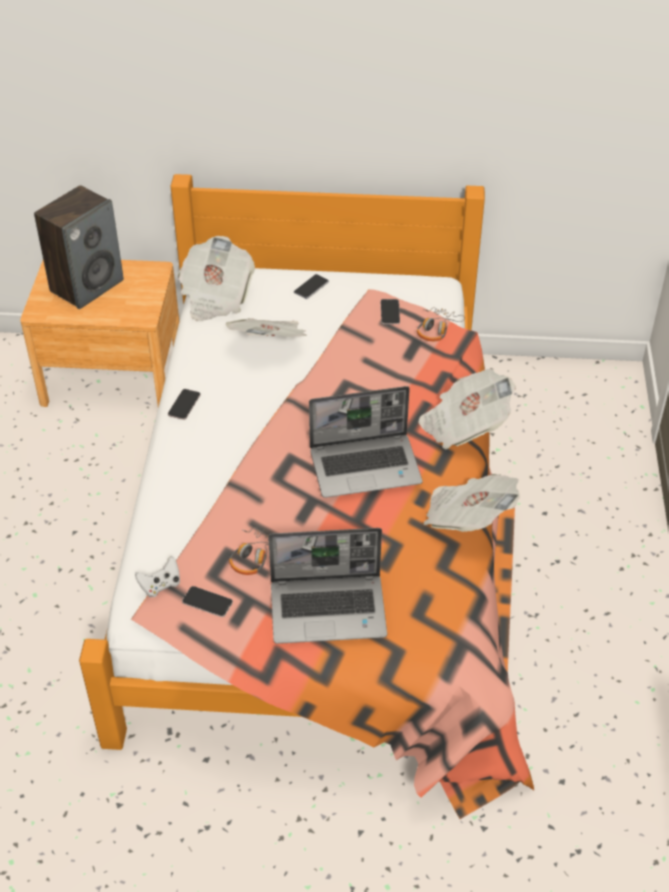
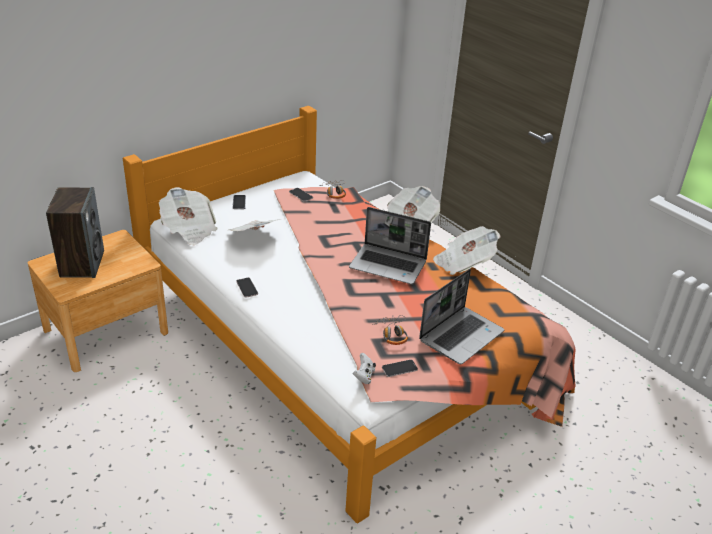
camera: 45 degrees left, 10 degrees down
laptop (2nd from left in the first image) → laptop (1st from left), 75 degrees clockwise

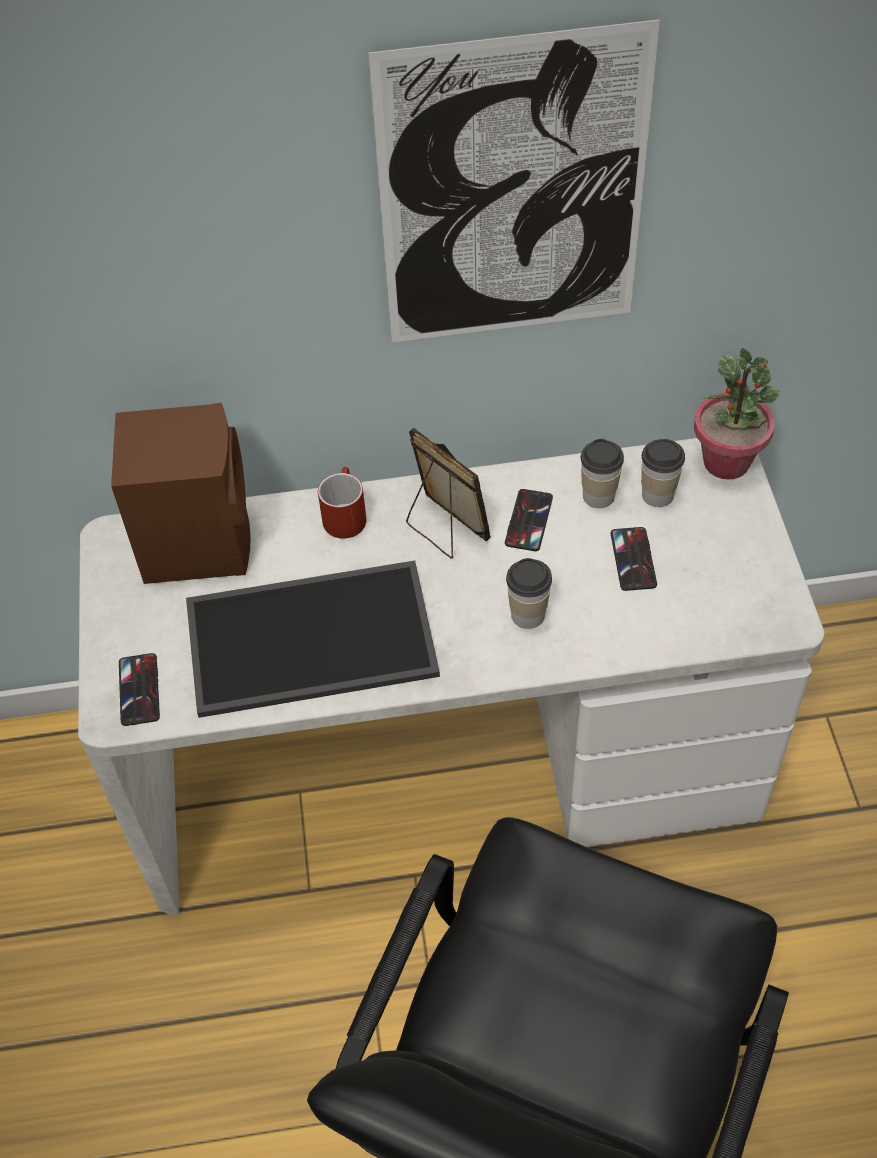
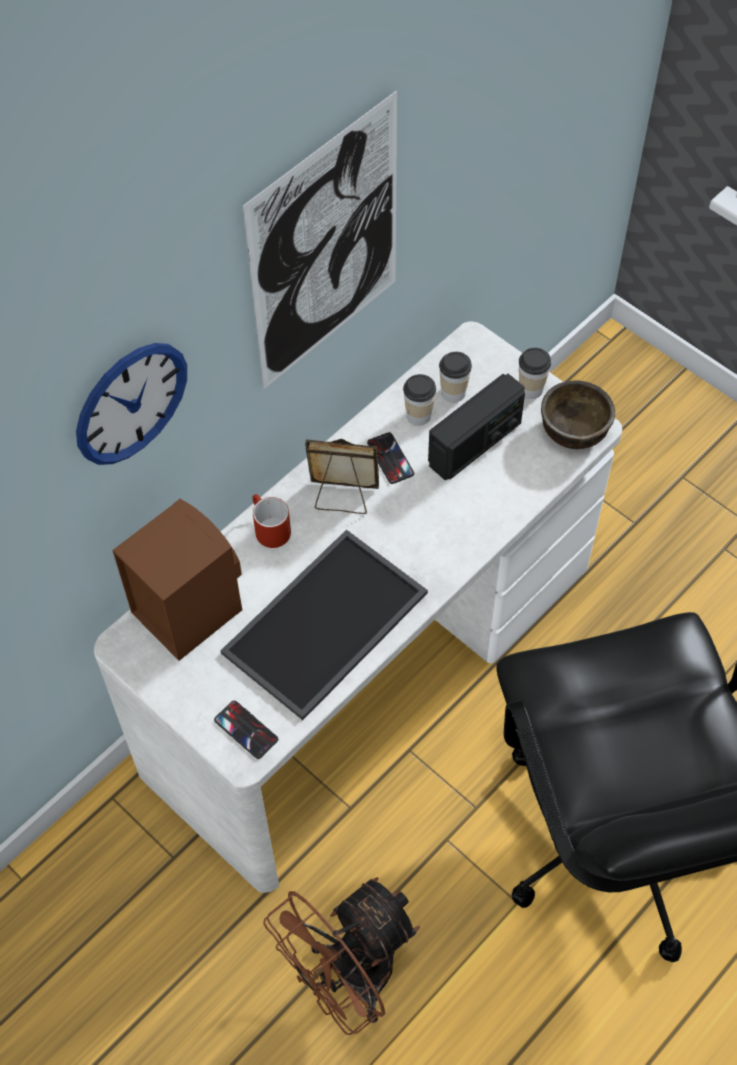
camera: 40 degrees left, 5 degrees up
- → wall clock
- → brown fan
phone (3rd from left) → radio
cup (1st from left in the first image) → cup (3rd from left), move
- → brown bowl
potted plant → -

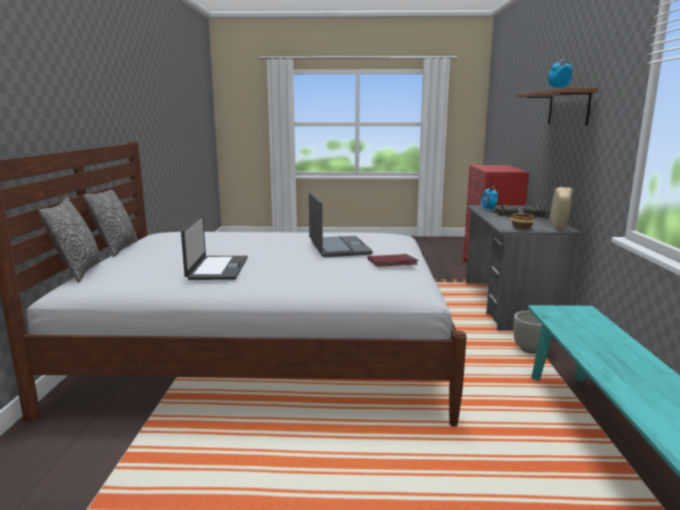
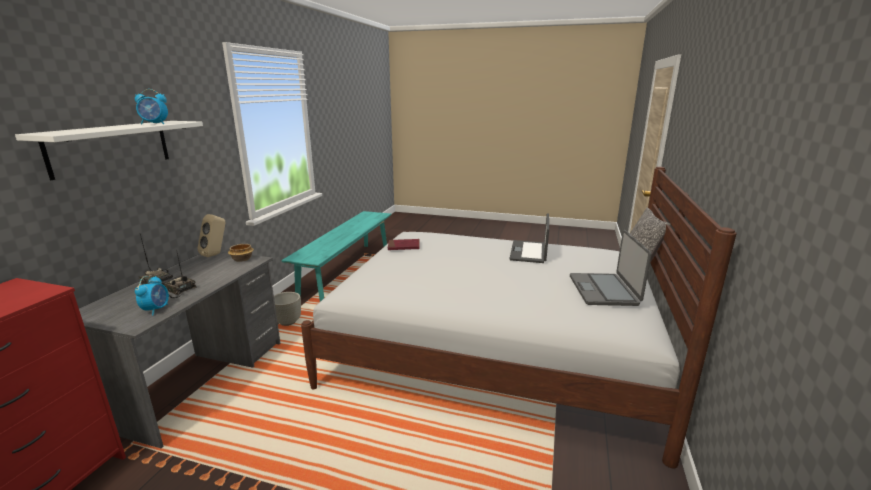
camera: 165 degrees left, 5 degrees up
brown shelf → white shelf
laptop (2nd from left), move
pillow (2nd from left) → -

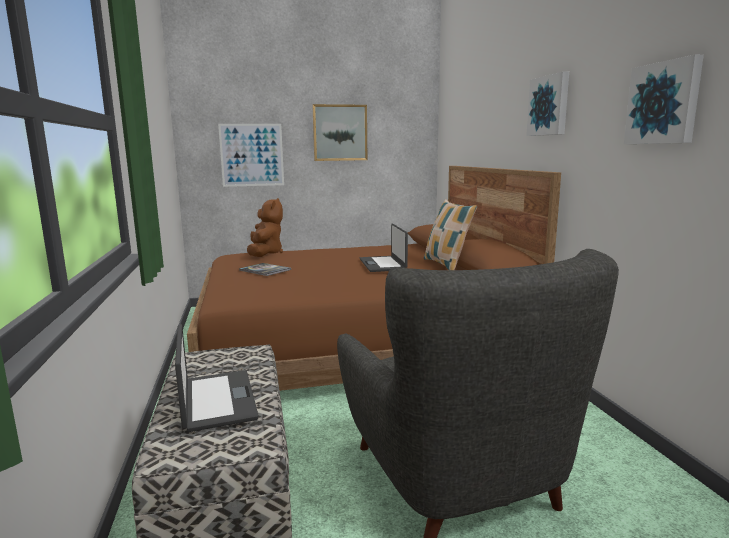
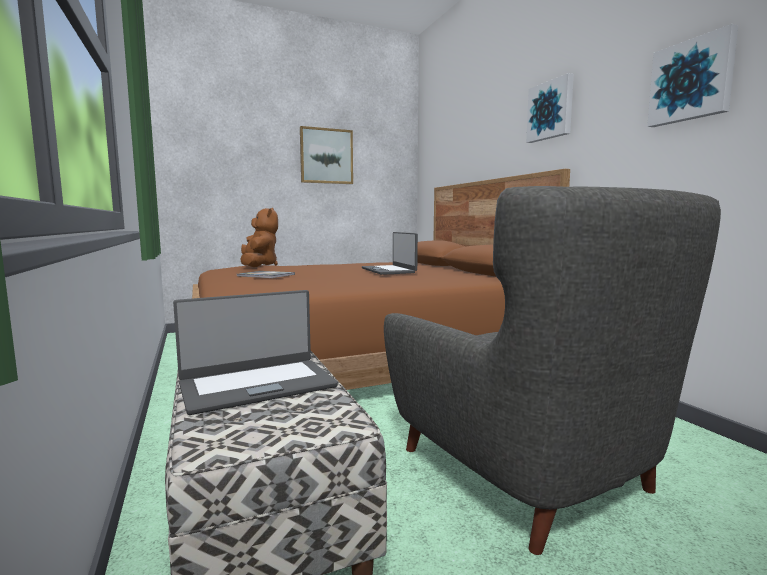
camera: 10 degrees left, 5 degrees down
laptop (1st from left), 90 degrees clockwise
picture (1st from left) → -
pillow → -

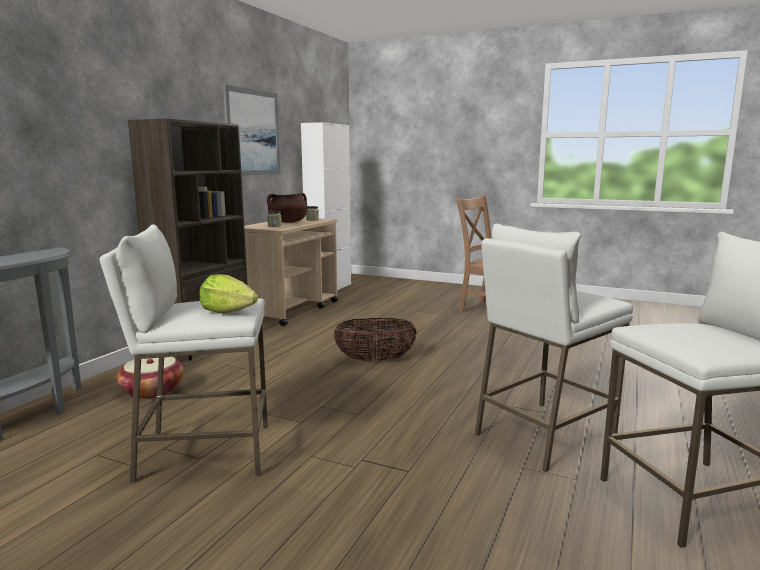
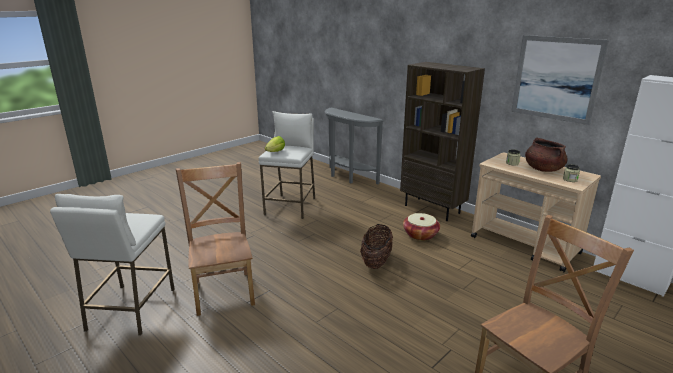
camera: 110 degrees right, 10 degrees up
white stool (2nd from left) → brown chair (1st from left)
basket (1st from left in the first image) → basket (2nd from left), move

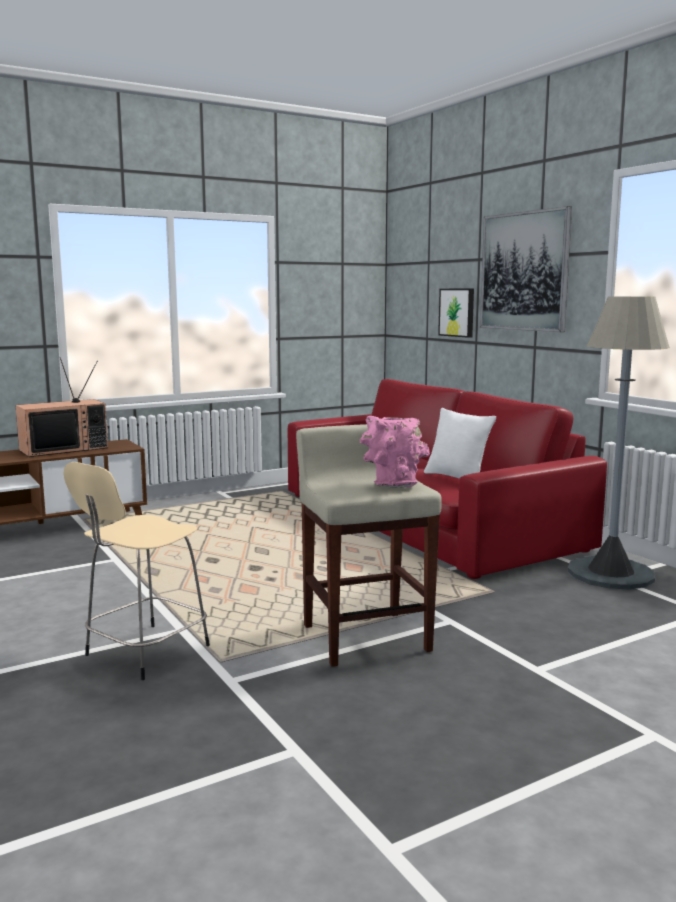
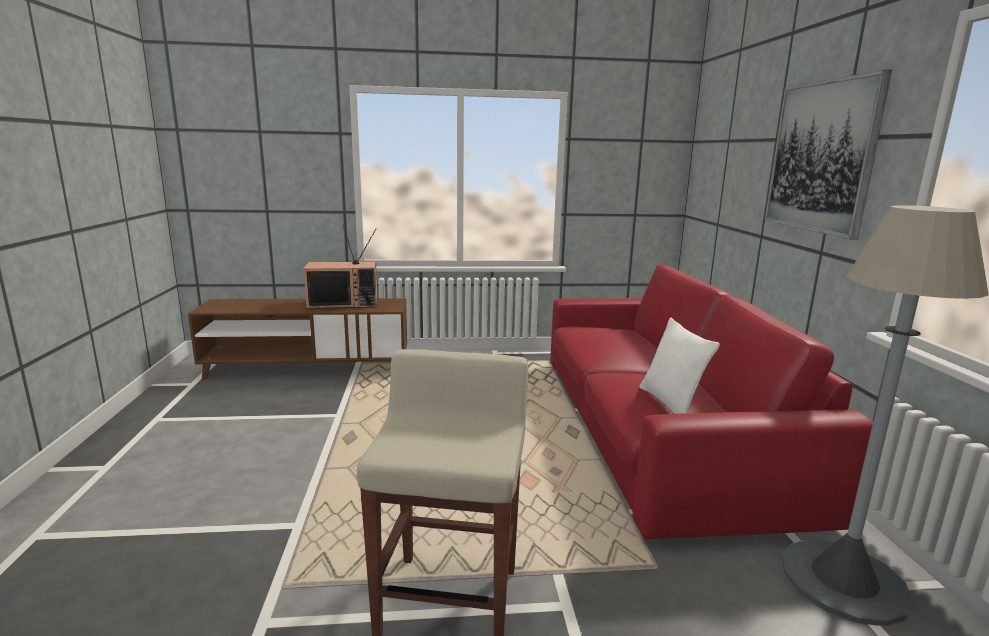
camera: 25 degrees right, 5 degrees up
beige stool (1st from left) → -
pink vase → -
picture (1st from left) → -

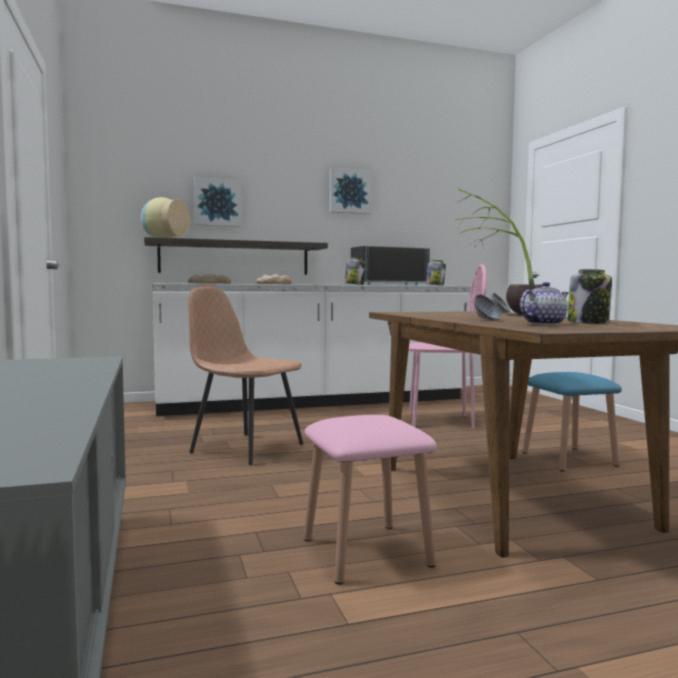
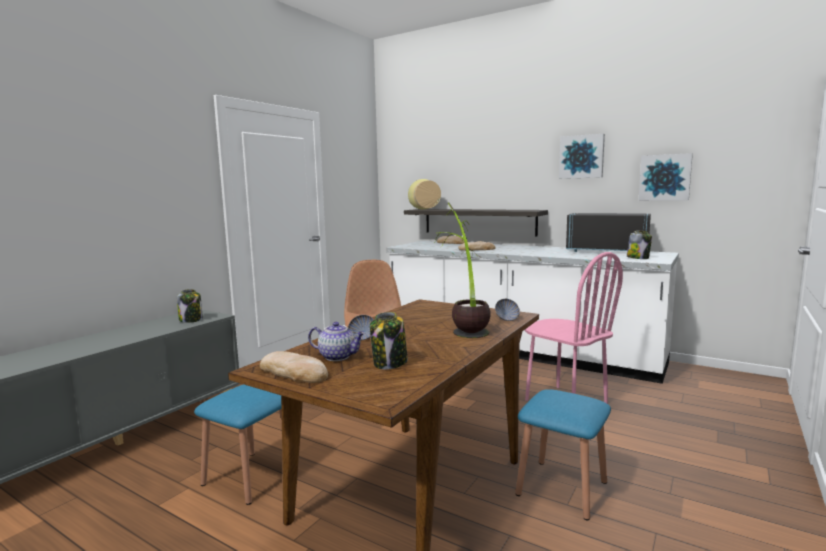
camera: 50 degrees right, 5 degrees up
jar (1st from left), move
pink stool → blue stool (1st from left)
- → bread (1st from left)
picture (1st from left in the first image) → picture (2nd from left), move

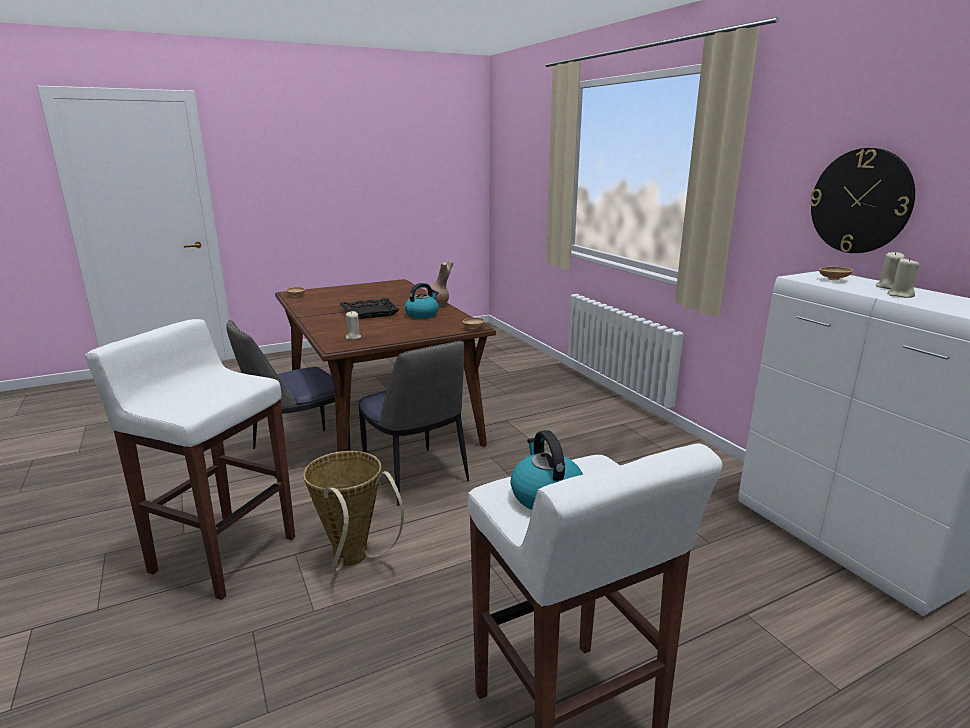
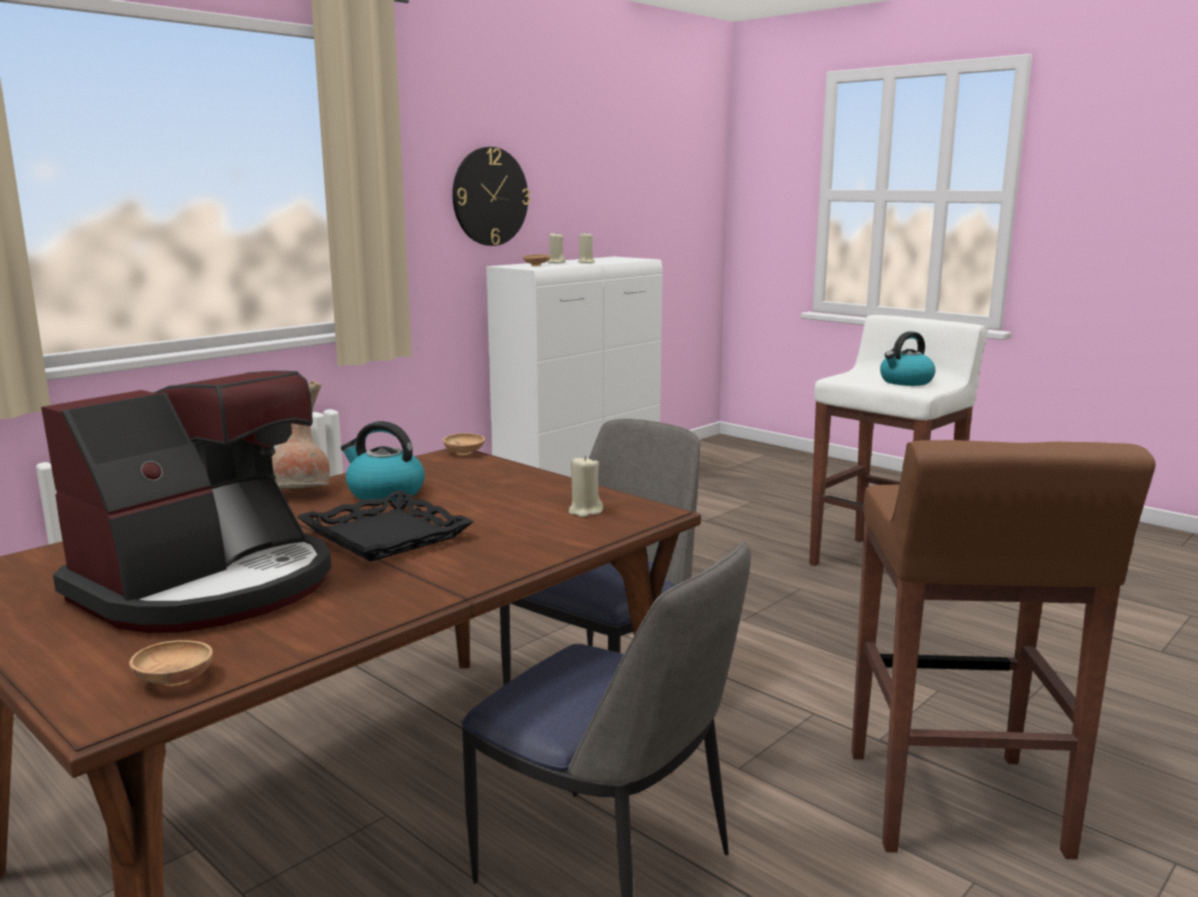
camera: 110 degrees left, 5 degrees down
- → coffee machine
white stool (1st from left) → brown stool
basket → -

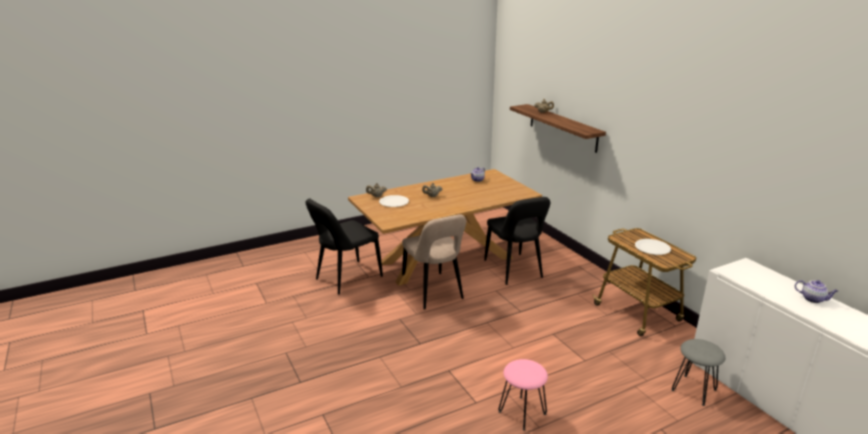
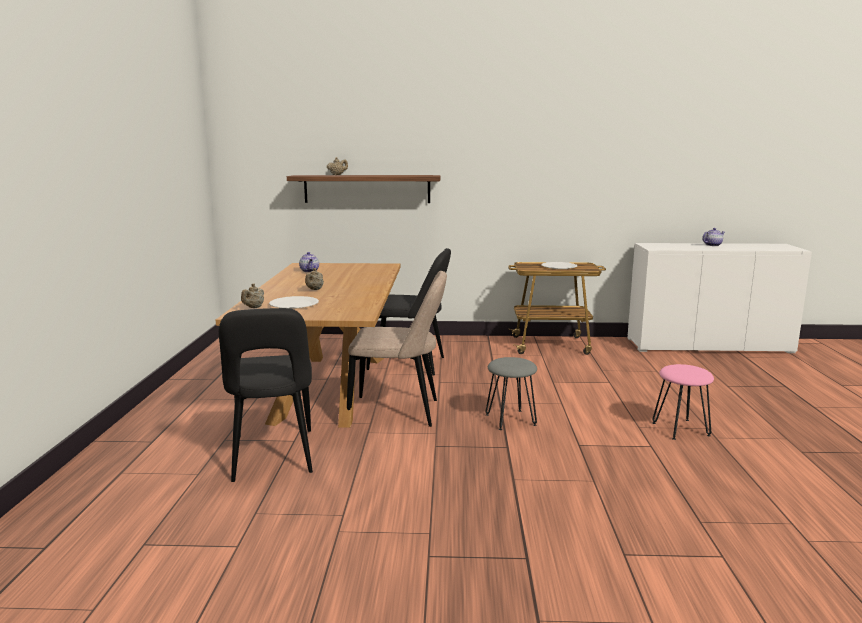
camera: 60 degrees left, 10 degrees down
grey stool, move

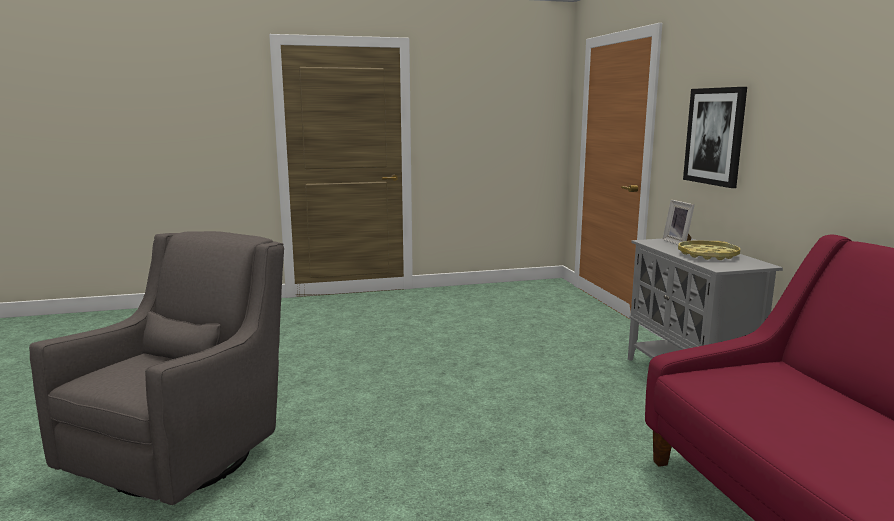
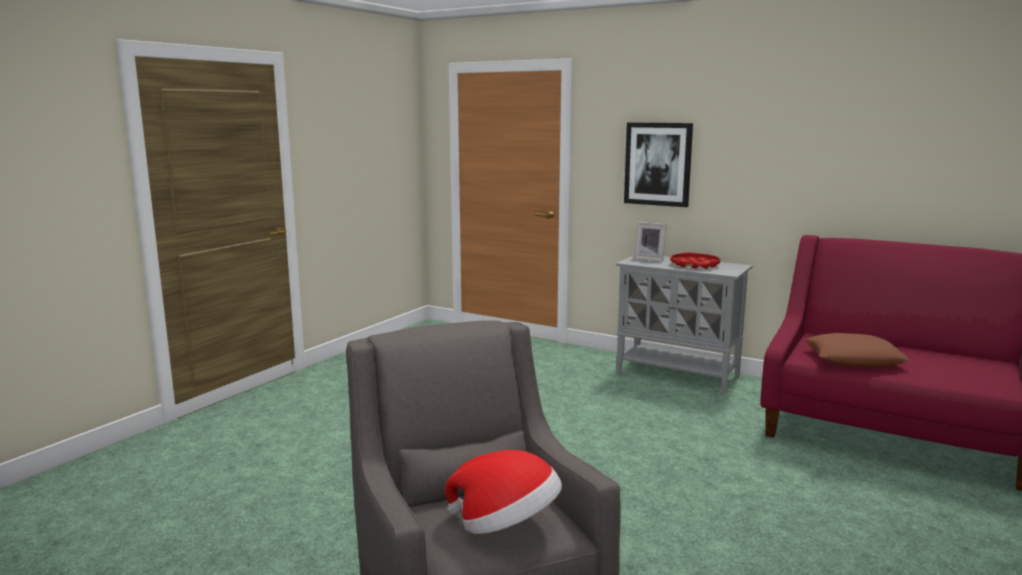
camera: 45 degrees left, 0 degrees up
- → hat
yellow tray → red tray
- → brown pillow

